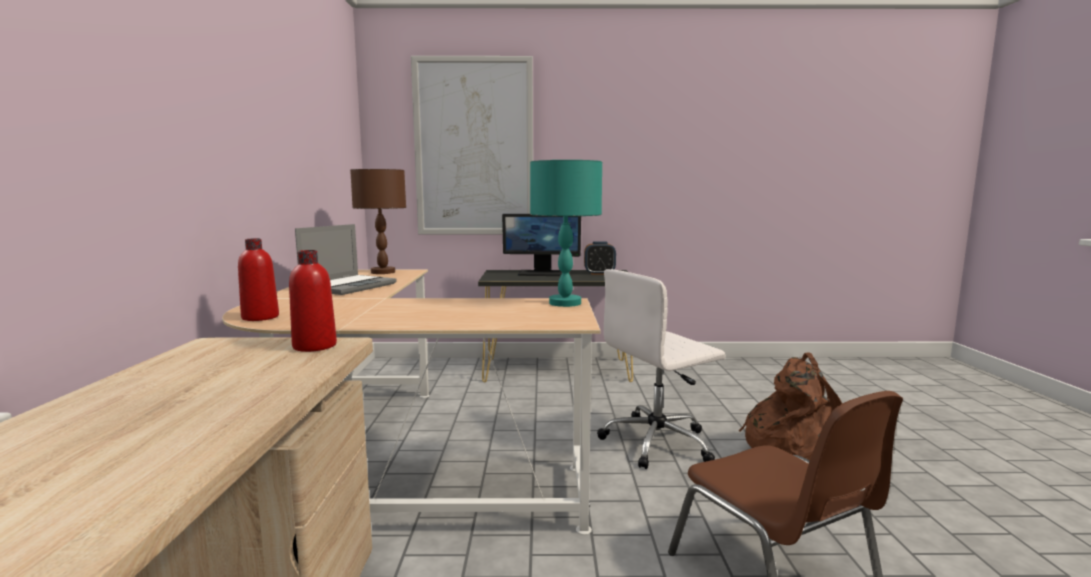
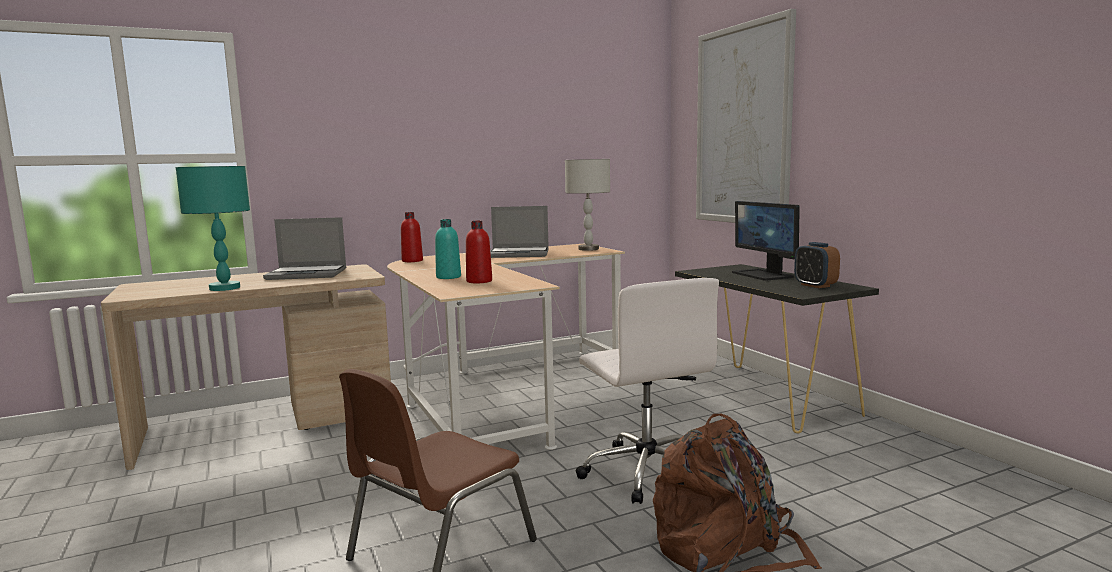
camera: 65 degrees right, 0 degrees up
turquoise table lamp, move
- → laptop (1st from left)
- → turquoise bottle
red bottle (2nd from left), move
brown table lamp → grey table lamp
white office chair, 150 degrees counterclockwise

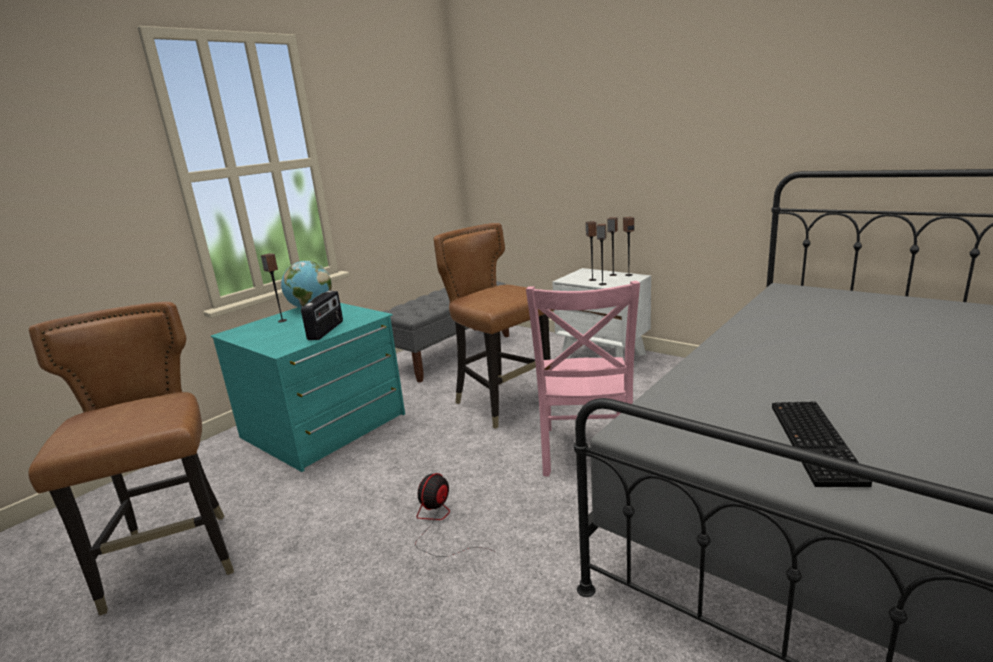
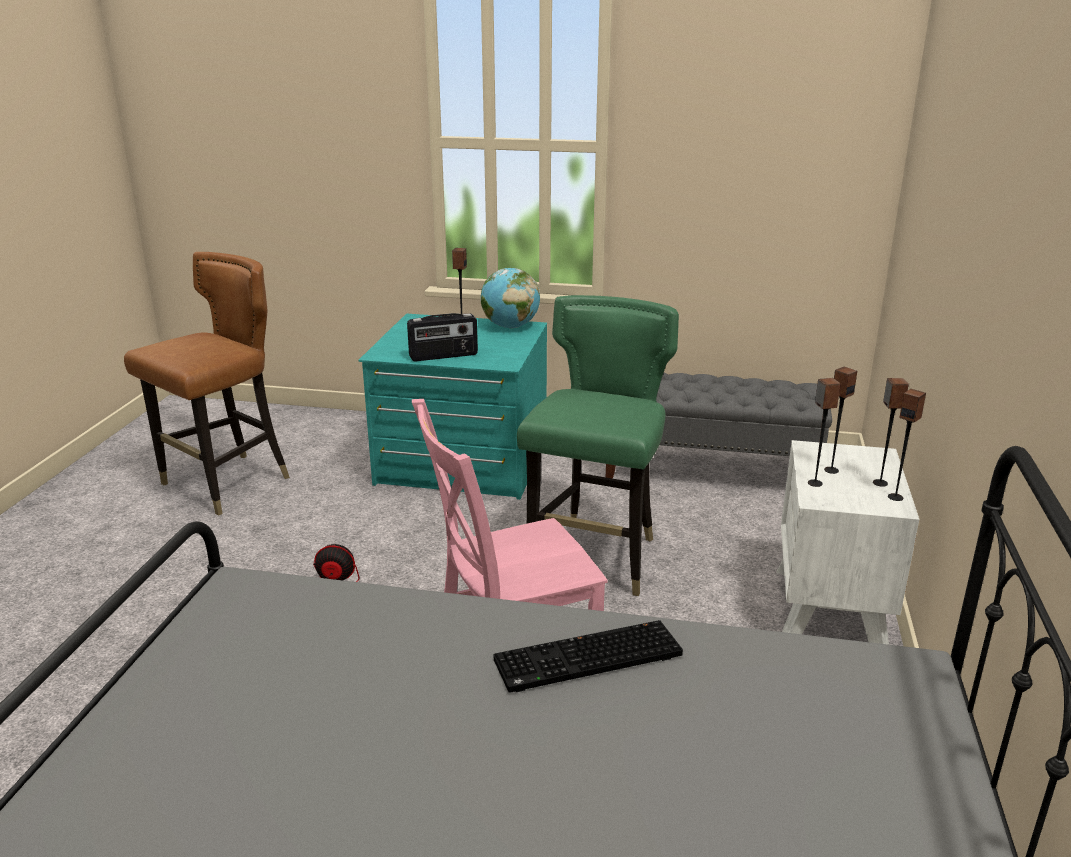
camera: 60 degrees right, 5 degrees up
keyboard, move
brown chair (2nd from left) → green chair

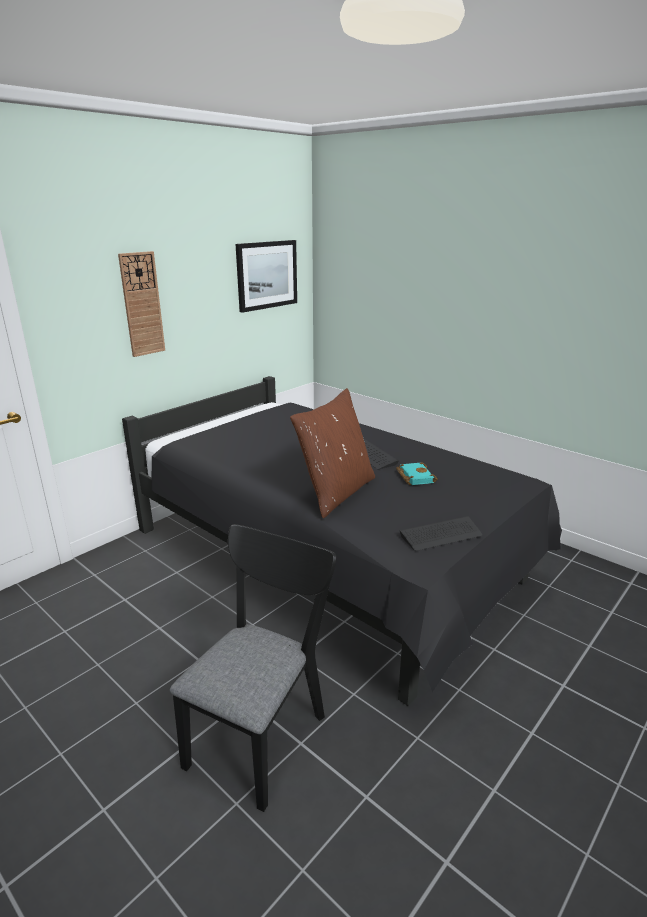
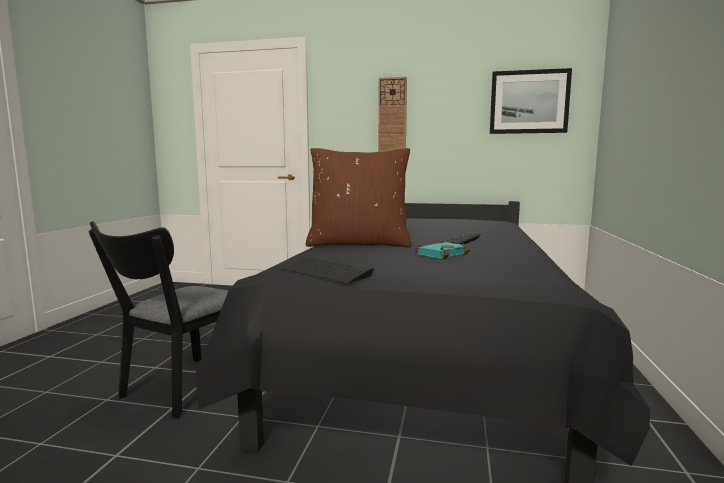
camera: 60 degrees right, 15 degrees down
black chair, 120 degrees clockwise

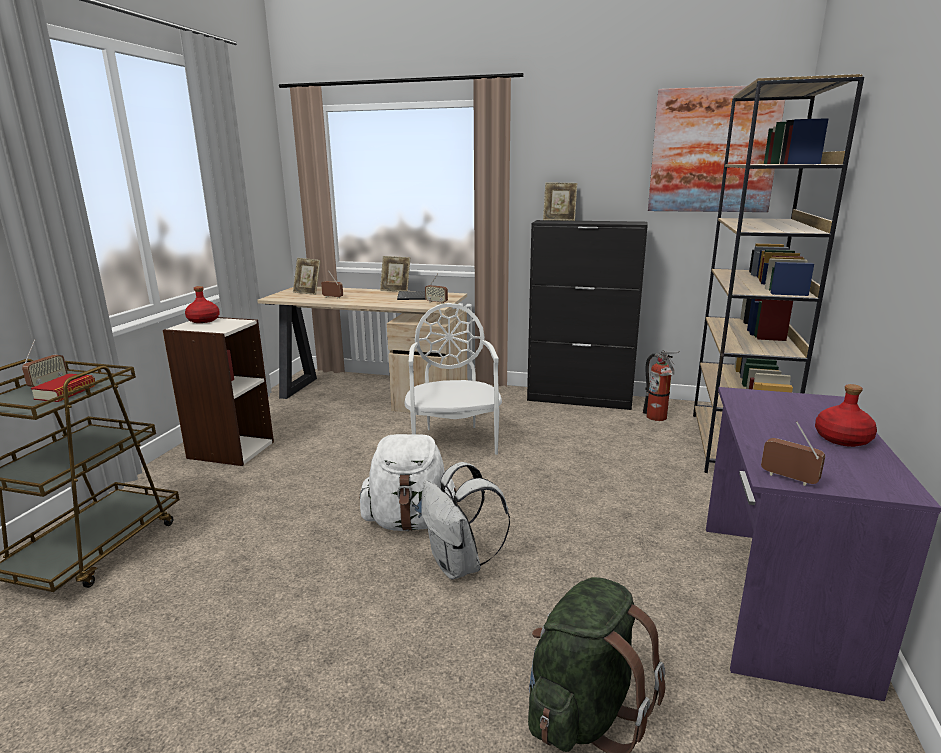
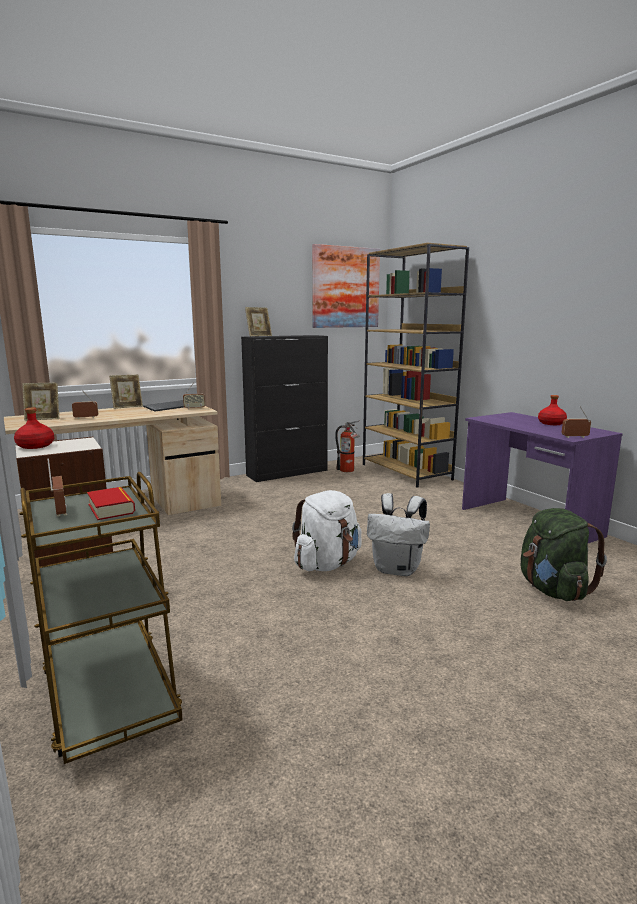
camera: 45 degrees left, 5 degrees down
white chair → -

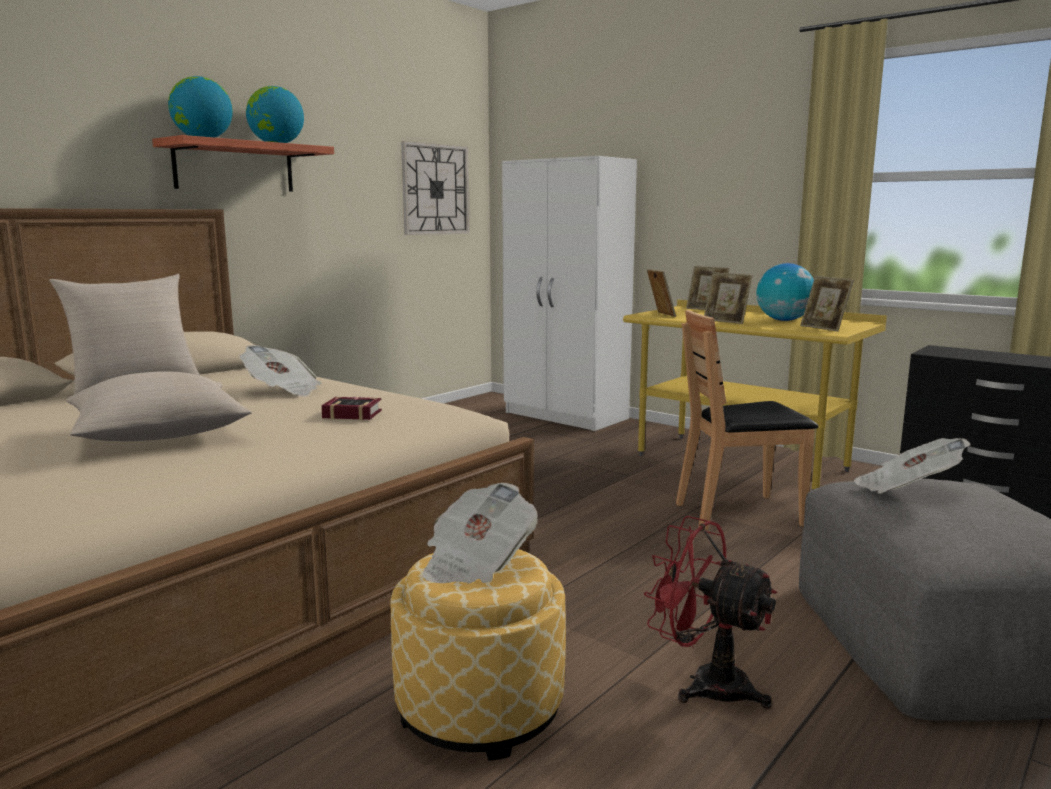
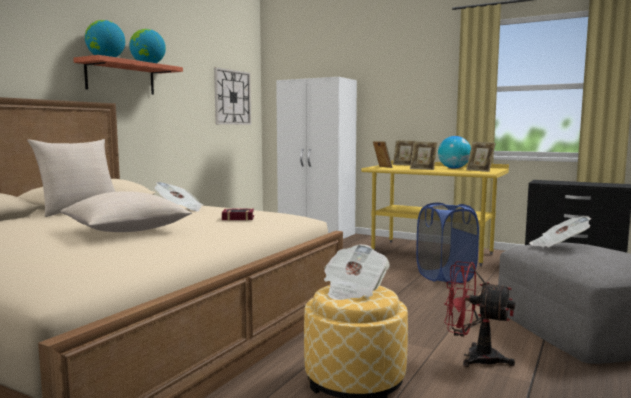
camera: 10 degrees left, 5 degrees down
brown chair → blue laundry basket

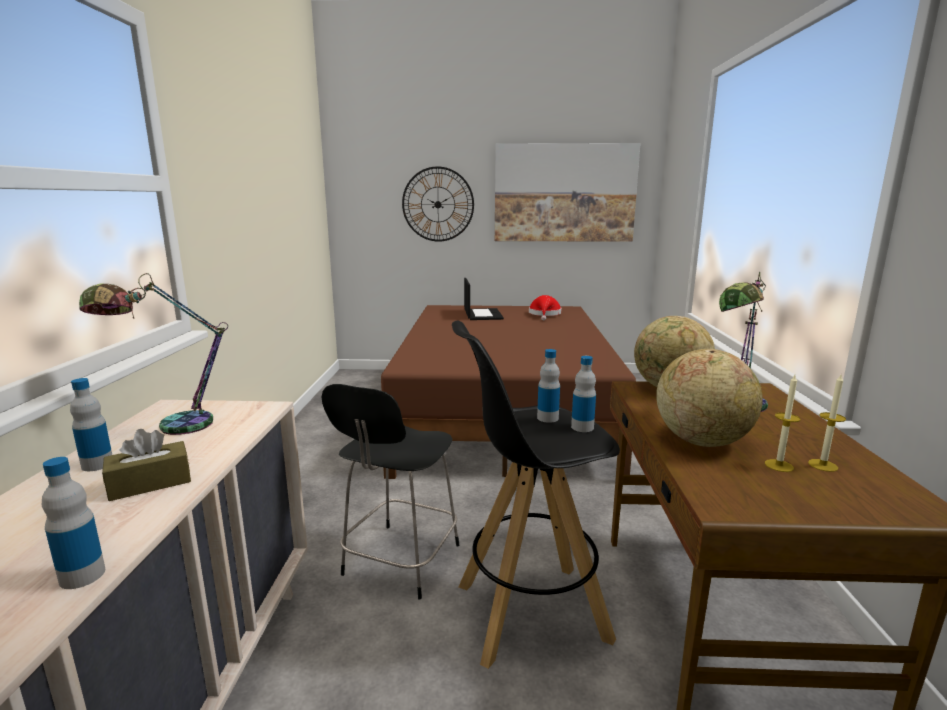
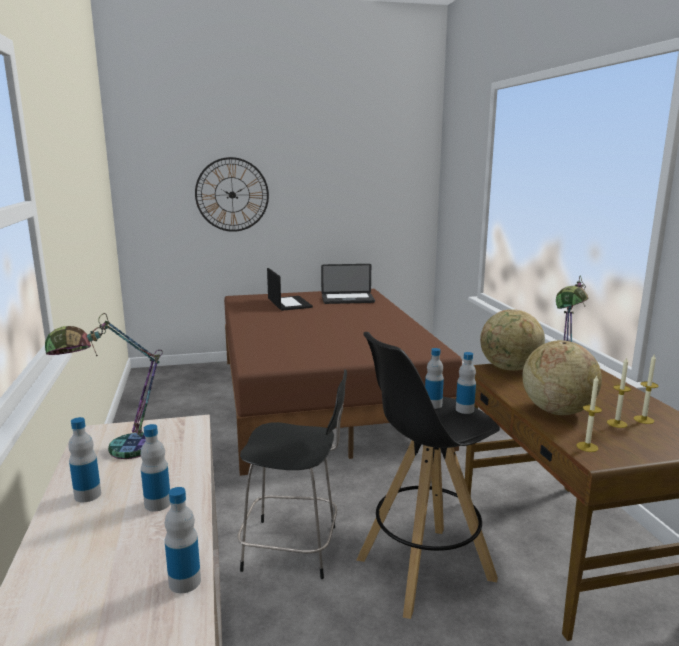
camera: 15 degrees left, 0 degrees up
brown tissue box → bottle (2nd from left)
black chair, 90 degrees counterclockwise
red hat → laptop (2nd from left)
- → candle (1st from left)
picture → -

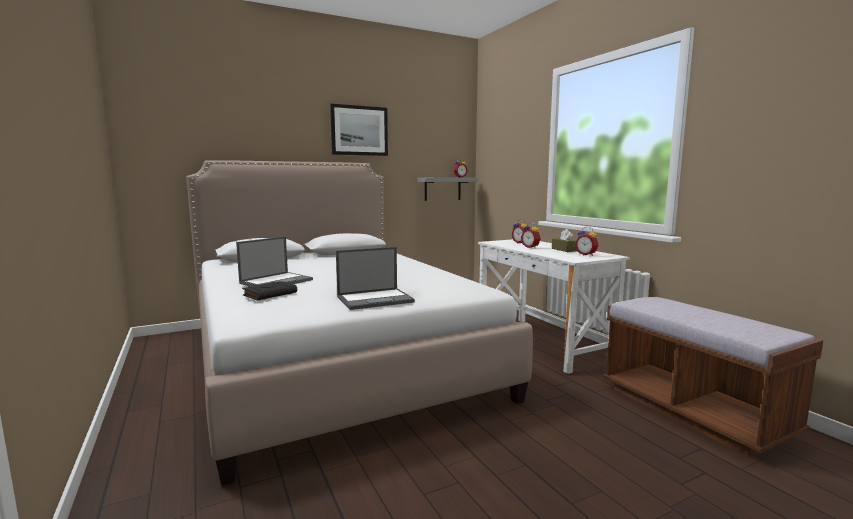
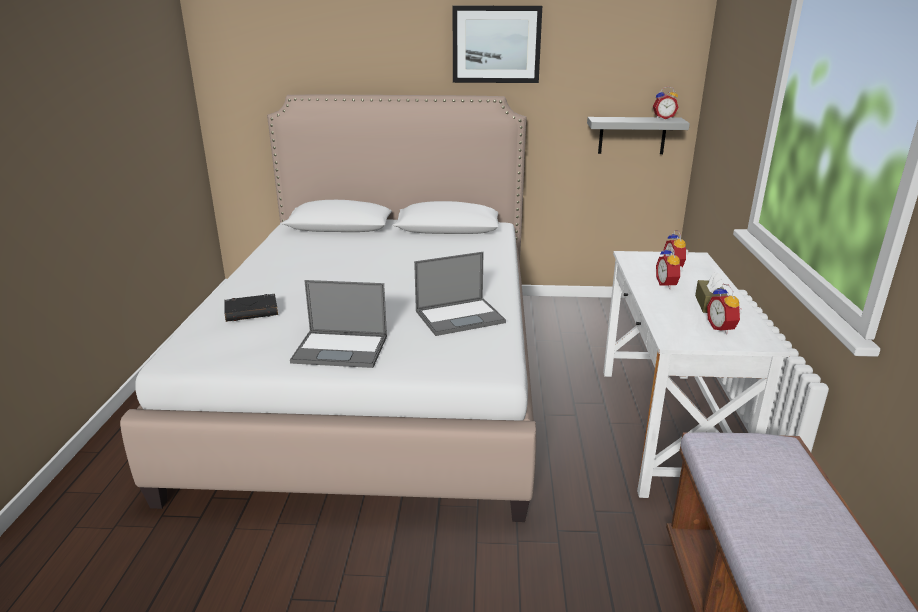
camera: 30 degrees right, 15 degrees up
laptop (1st from left in the first image) → laptop (2nd from left), move

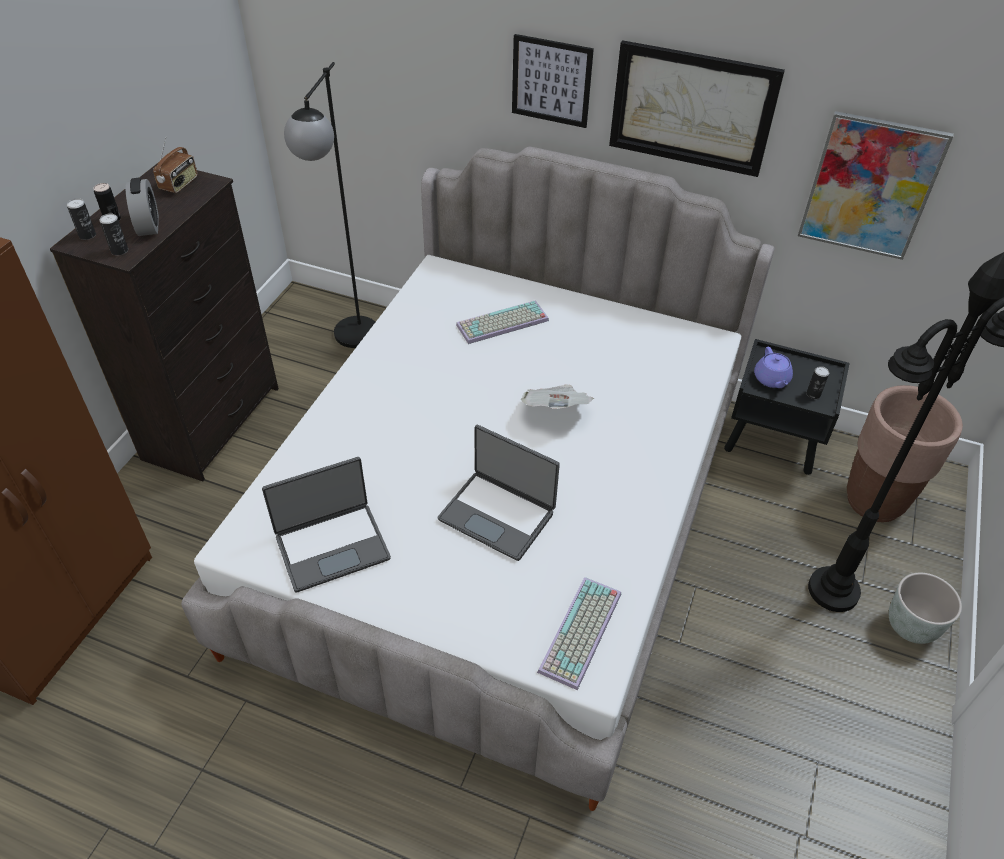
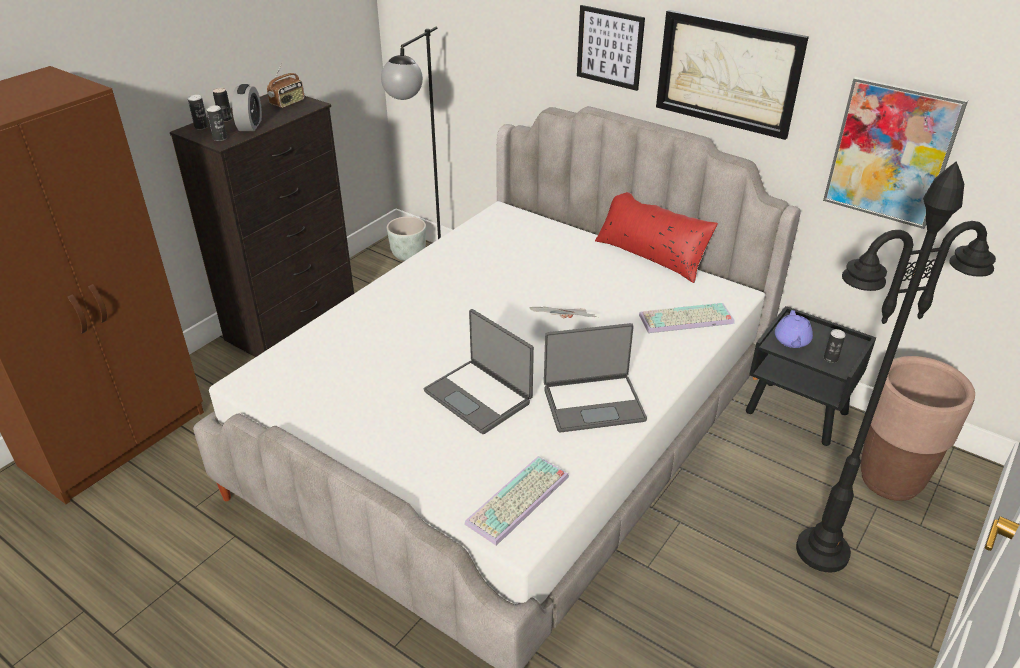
camera: 15 degrees right, 10 degrees down
grey planter, move
laptop (1st from left in the first image) → laptop (2nd from left), move
- → red pillow
keyboard (1st from left in the first image) → keyboard (2nd from left), move

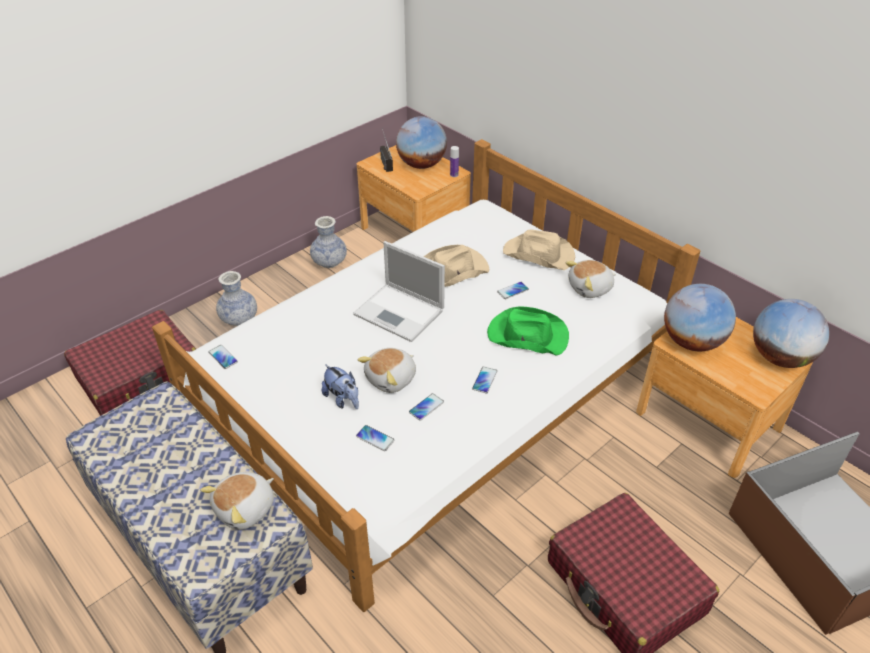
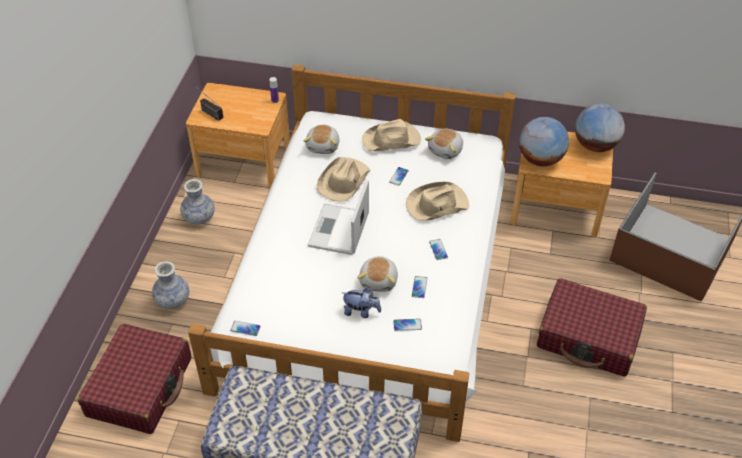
camera: 35 degrees left, 5 degrees up
plush toy (1st from left), move
laptop, 105 degrees clockwise
green hat → beige hat (3rd from left)
globe (1st from left) → -

